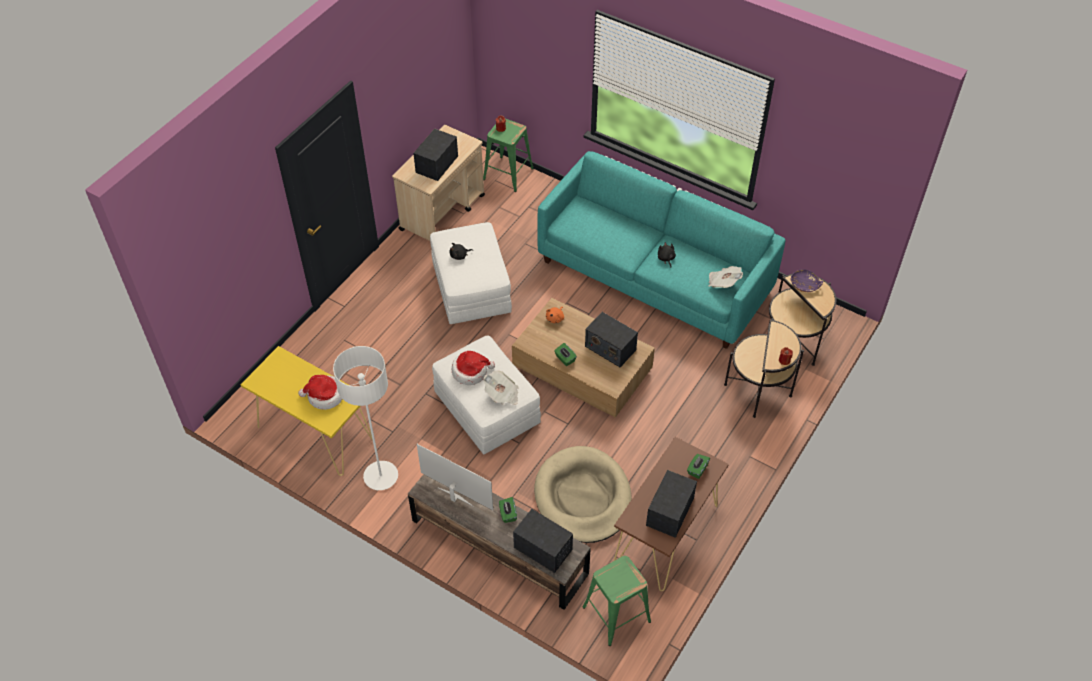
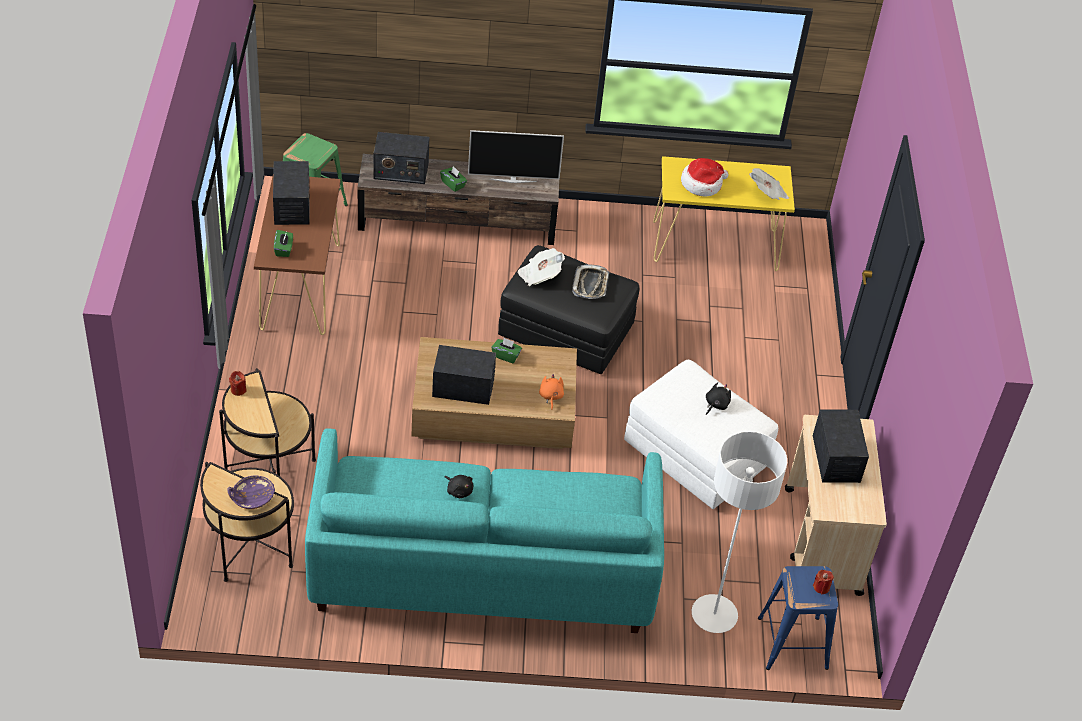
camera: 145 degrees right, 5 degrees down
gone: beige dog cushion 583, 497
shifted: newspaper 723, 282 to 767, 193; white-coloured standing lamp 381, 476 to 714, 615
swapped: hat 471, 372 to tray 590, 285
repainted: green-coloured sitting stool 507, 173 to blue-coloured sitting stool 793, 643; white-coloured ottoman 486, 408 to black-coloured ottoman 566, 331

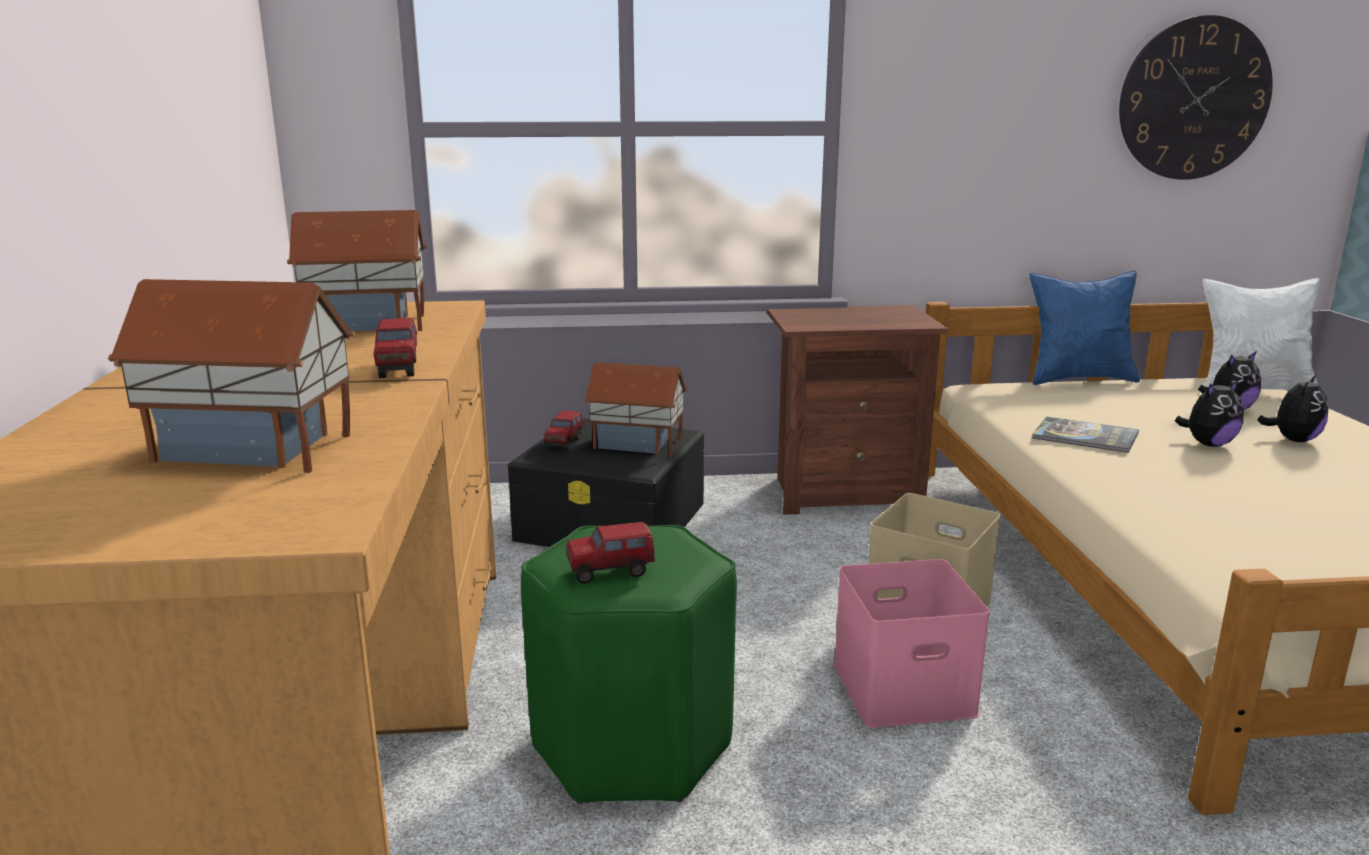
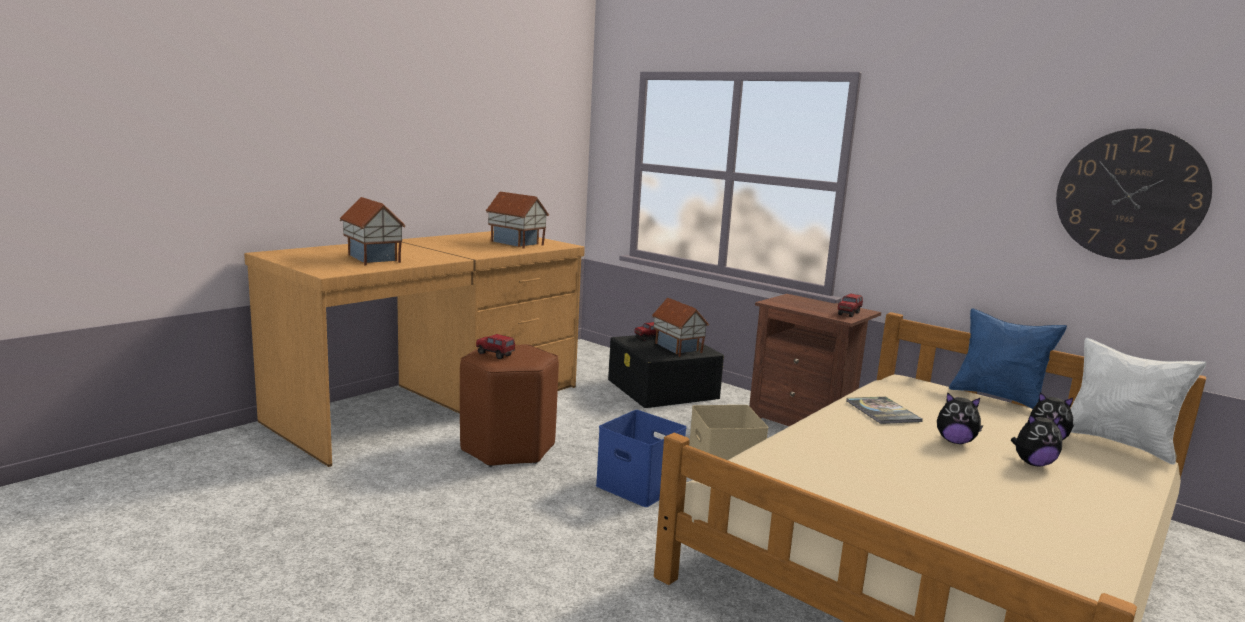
camera: 45 degrees right, 5 degrees down
shifted: toy lorry 398, 369 to 849, 314
repainted: green-coloured sitting stool 631, 748 to brownish sitting stool 507, 448; pink storage box 904, 687 to blue-coloured storage box 641, 485

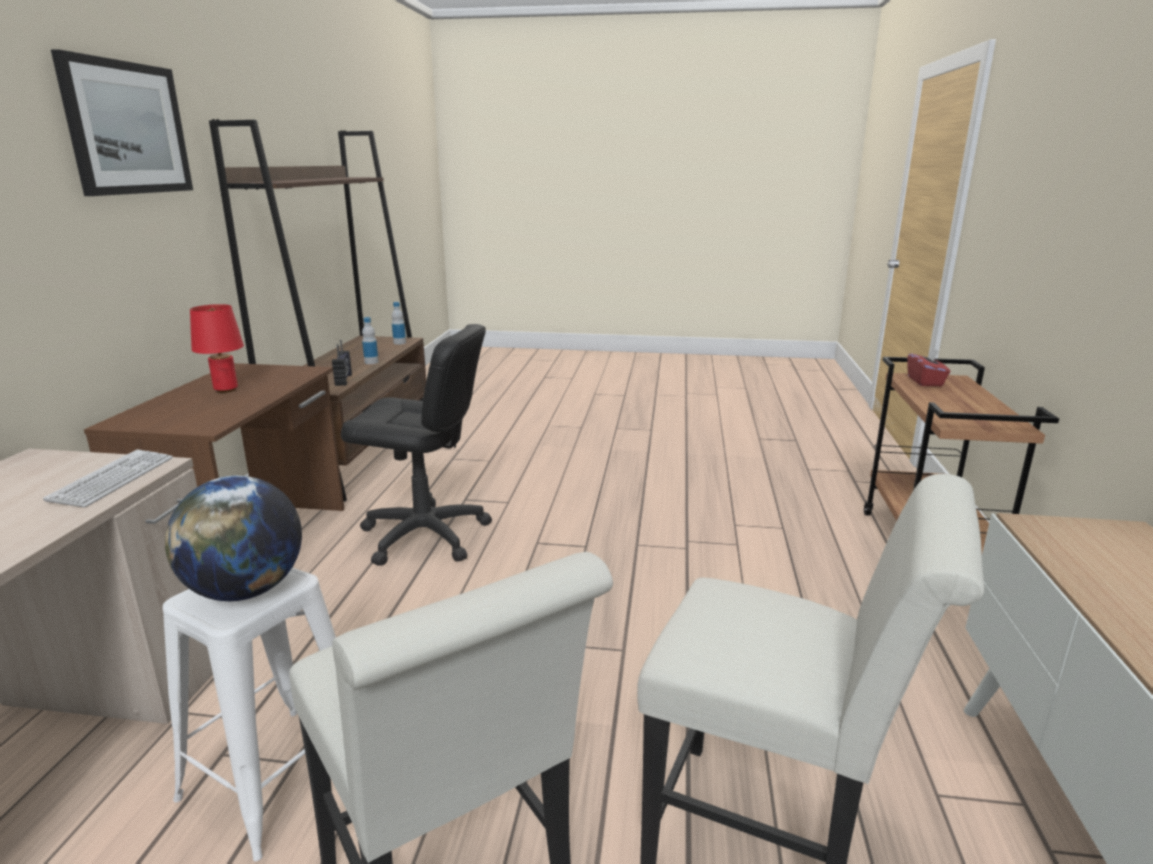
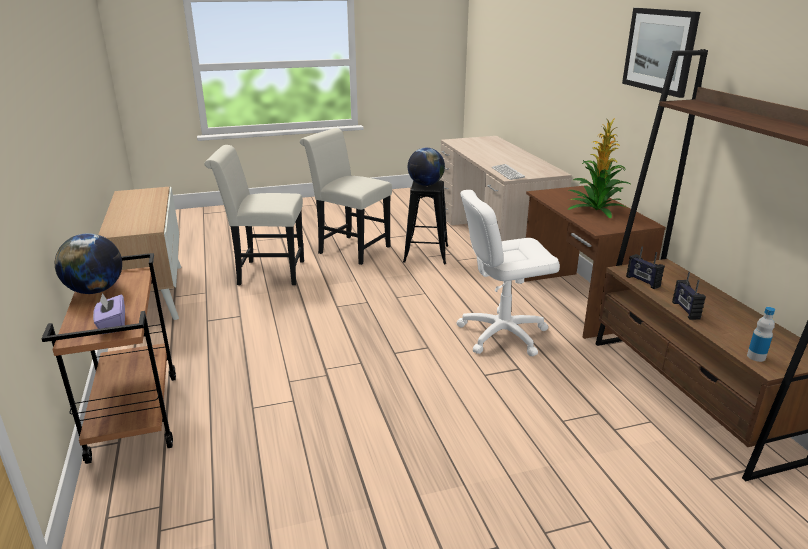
camera: 155 degrees right, 5 degrees up
new: globe 95, 290
swapped: red-coloured lamp for a table 226, 390 to plant in a pot 596, 209; beverage bottle 371, 362 to radio 685, 310
repainted: black-coloured office chair 425, 536 to white-coloured office chair 502, 334; red-coloured tissue holder 925, 381 to purplish tissue holder 112, 325; white-coloured sitting stool 278, 778 to black-coloured sitting stool 426, 254

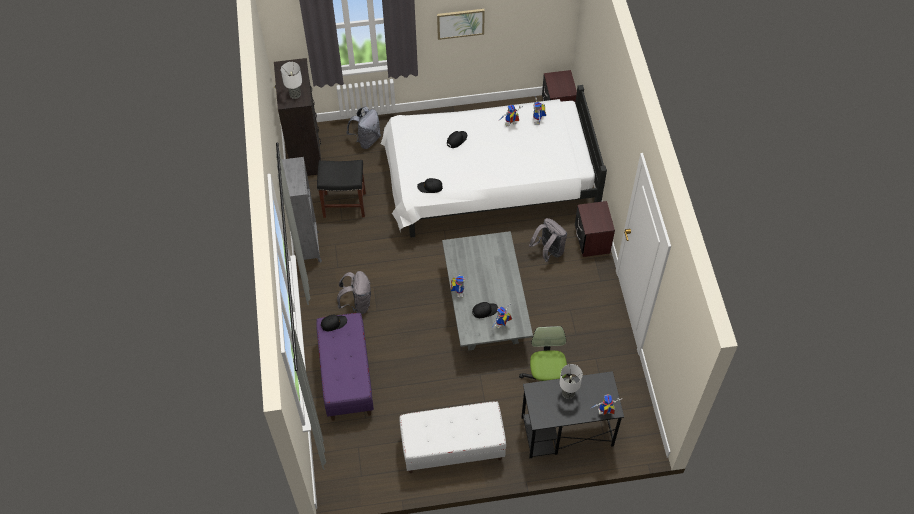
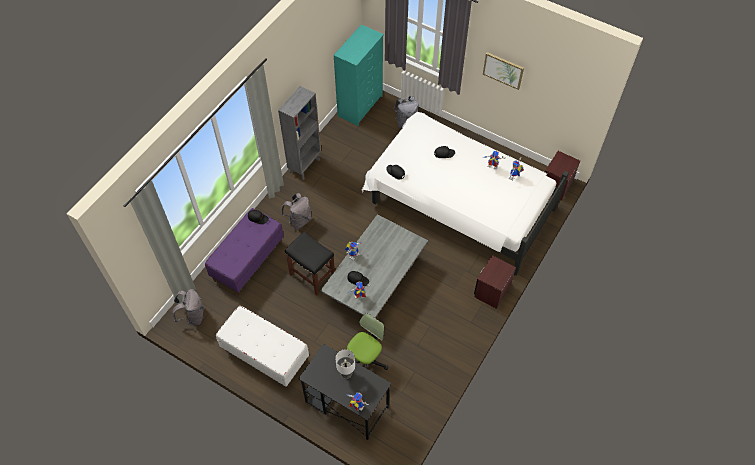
camera: 40 degrees right, 0 degrees up
gone: lamp for a table 295, 94
shifted: black-coloured sitting stool 345, 204 to 313, 276; grey rucksack 548, 251 to 193, 316
repainted: black-coloured drawer chest 305, 152 to blue-green drawer chest 361, 106

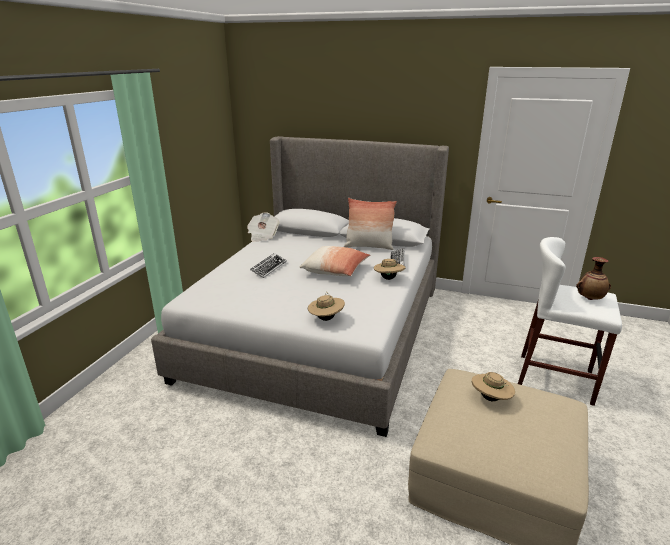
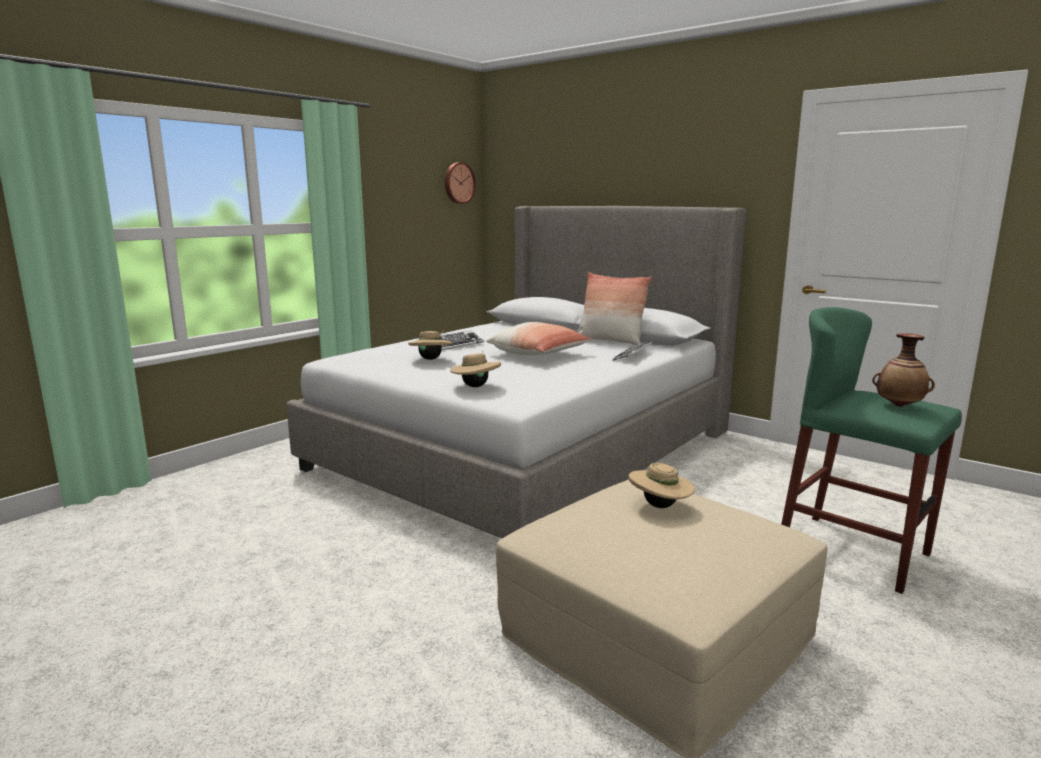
camera: 20 degrees right, 10 degrees down
gone: newspaper 262, 236
new: hanging clock 458, 183
shifted: beige hat 388, 278 to 431, 359
repainted: white-coloured sitting stool 555, 379 to green-coloured sitting stool 853, 552

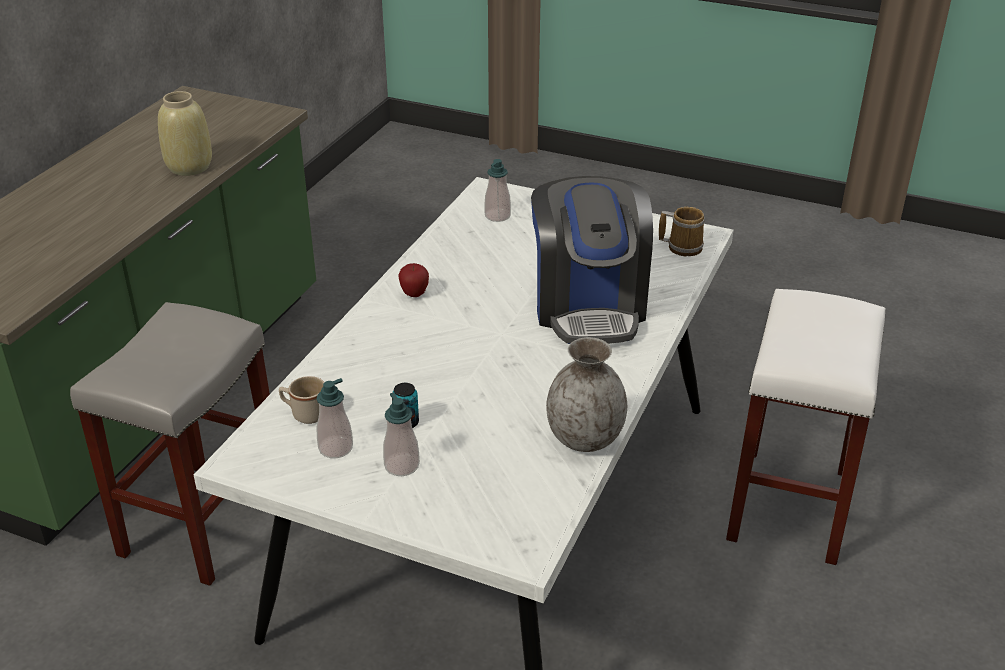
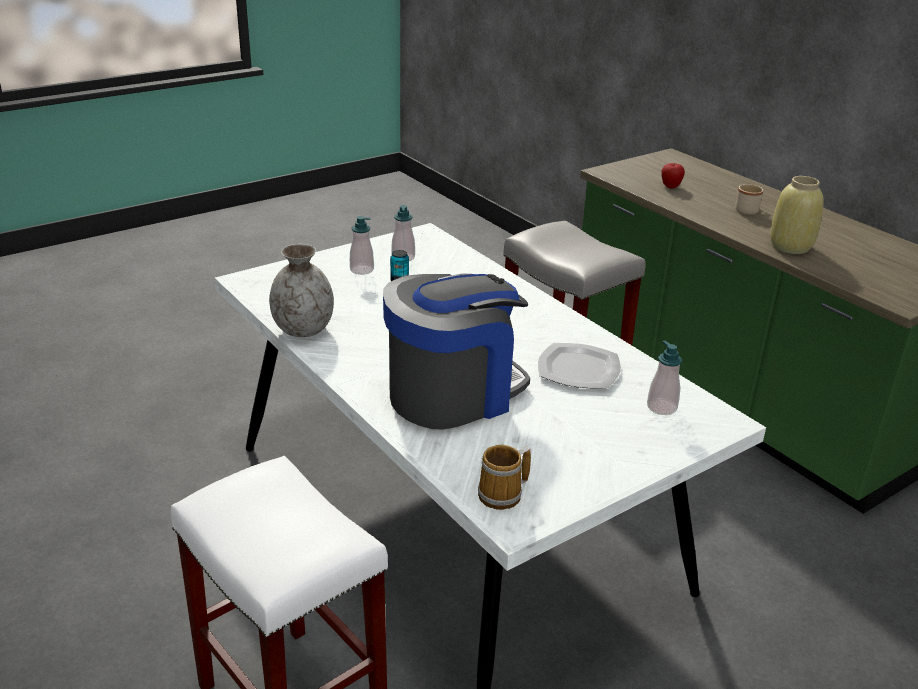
camera: 120 degrees right, 5 degrees down
new: dinner plate 577, 369
shifted: apple fruit 414, 294 to 670, 187; beige mug 304, 414 to 748, 210
rotated: coffee machine 589, 306 = 453, 394 120 degrees clockwise

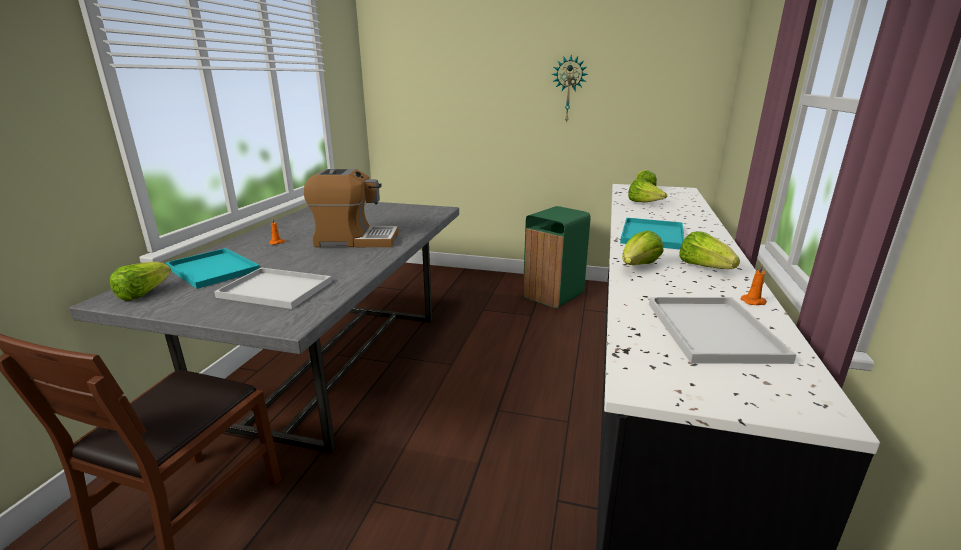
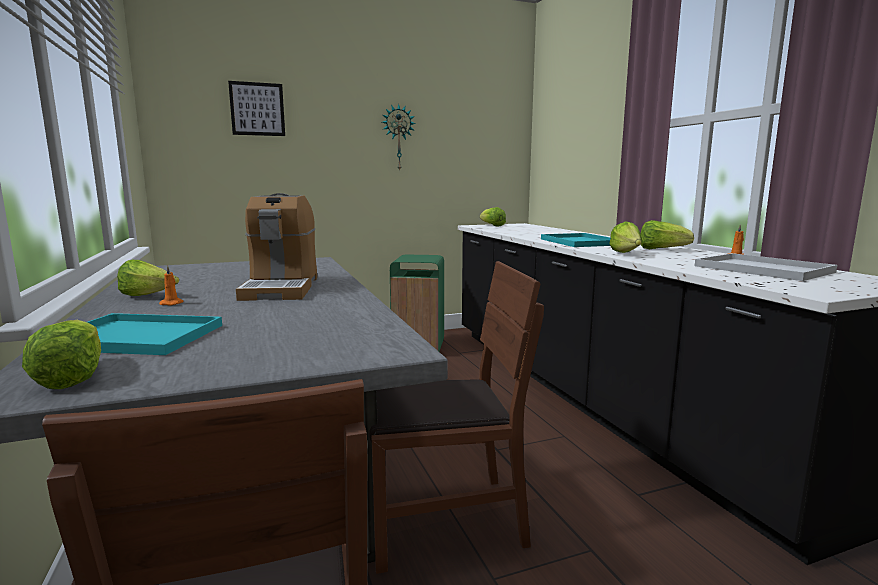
camera: 35 degrees left, 10 degrees down
gone: white-coloured tray 278, 289
new: picture 257, 109; brownish chair 442, 518
shifted: lettuce head 643, 203 to 148, 296
rotated: coffee machine 355, 240 = 281, 288 120 degrees clockwise

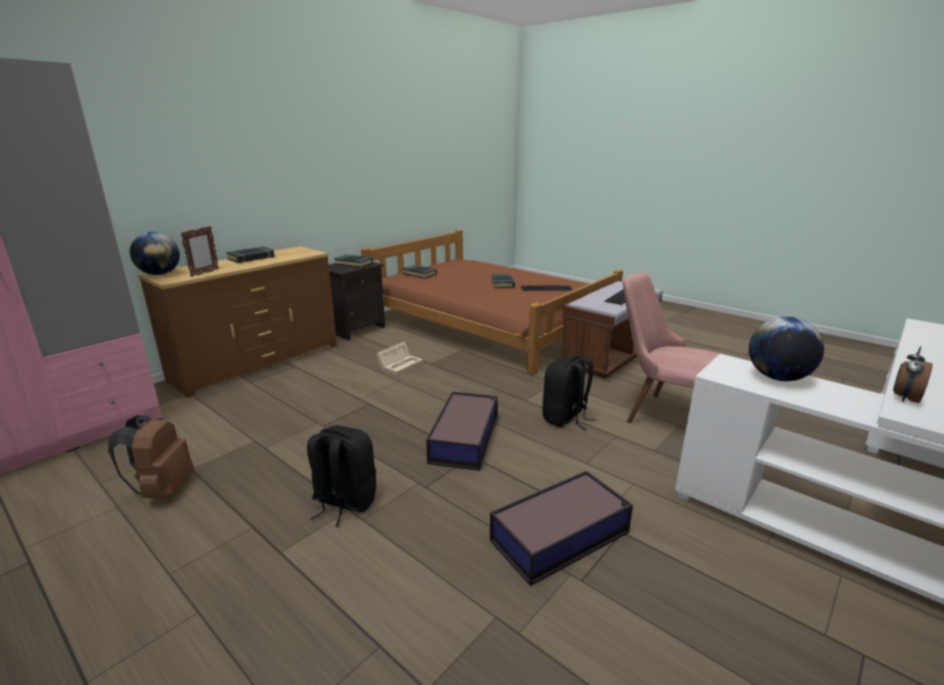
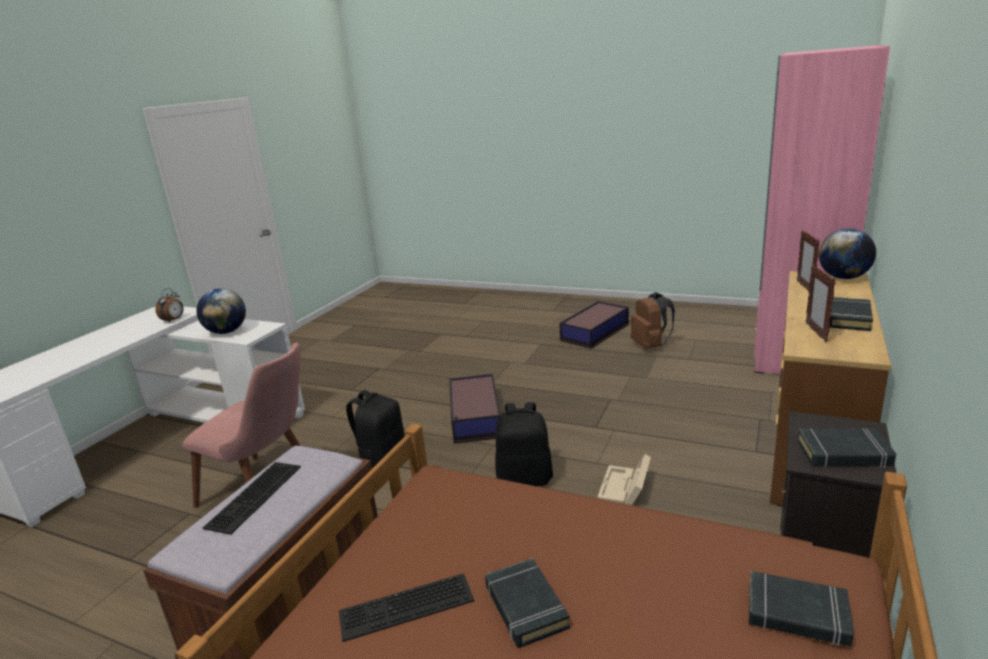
camera: 165 degrees right, 0 degrees up
new: photo frame 816, 332
shifted: black-coloured rucksack 343, 502 to 525, 478; storage box 561, 536 to 594, 332

